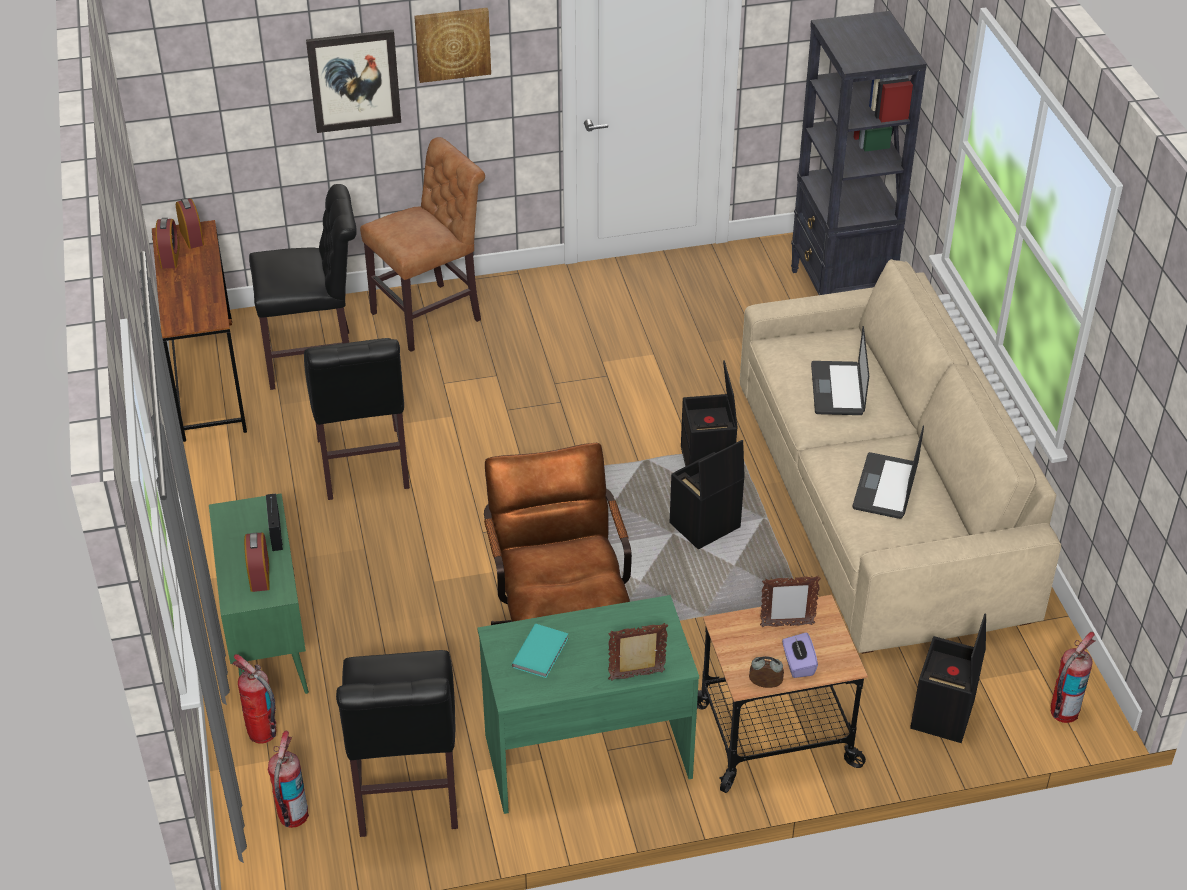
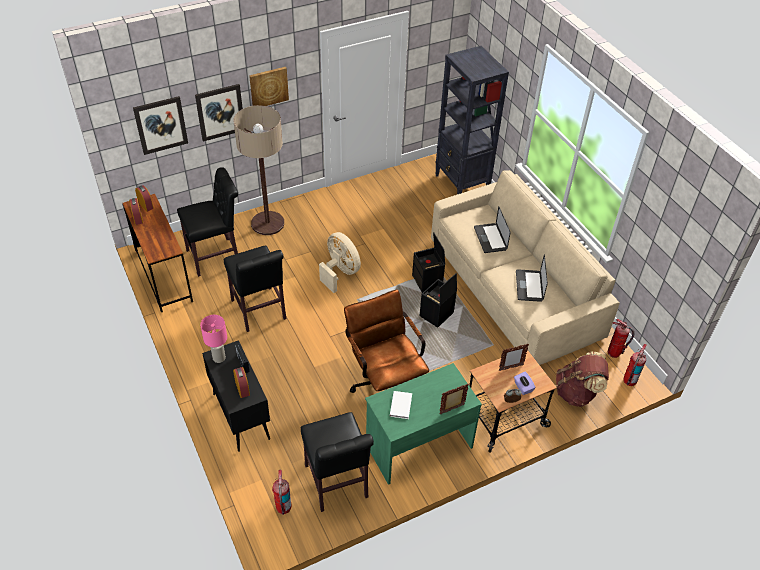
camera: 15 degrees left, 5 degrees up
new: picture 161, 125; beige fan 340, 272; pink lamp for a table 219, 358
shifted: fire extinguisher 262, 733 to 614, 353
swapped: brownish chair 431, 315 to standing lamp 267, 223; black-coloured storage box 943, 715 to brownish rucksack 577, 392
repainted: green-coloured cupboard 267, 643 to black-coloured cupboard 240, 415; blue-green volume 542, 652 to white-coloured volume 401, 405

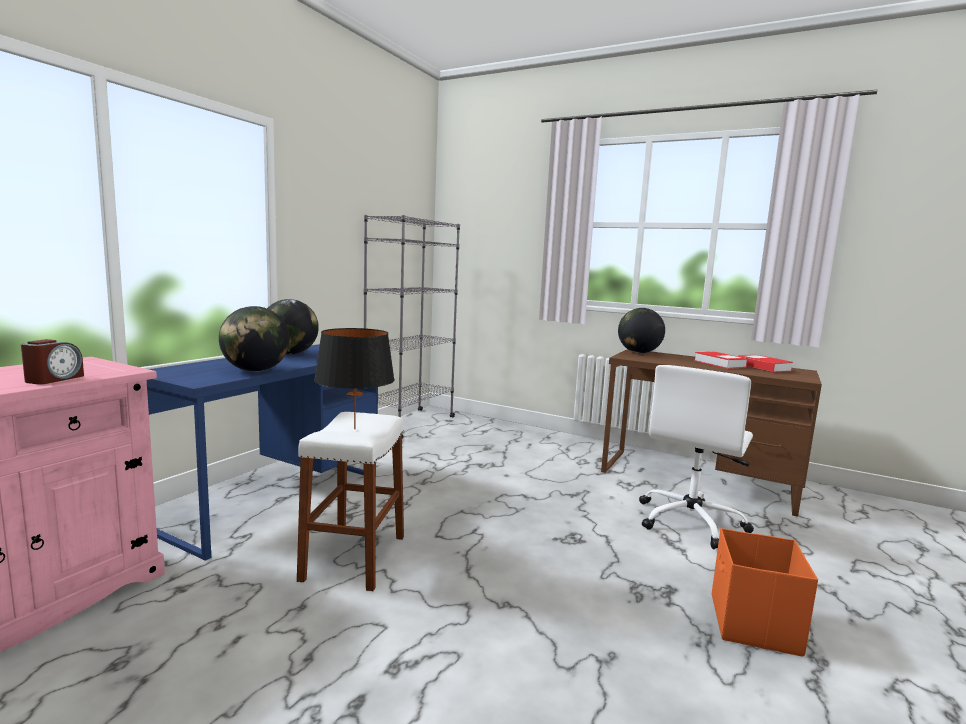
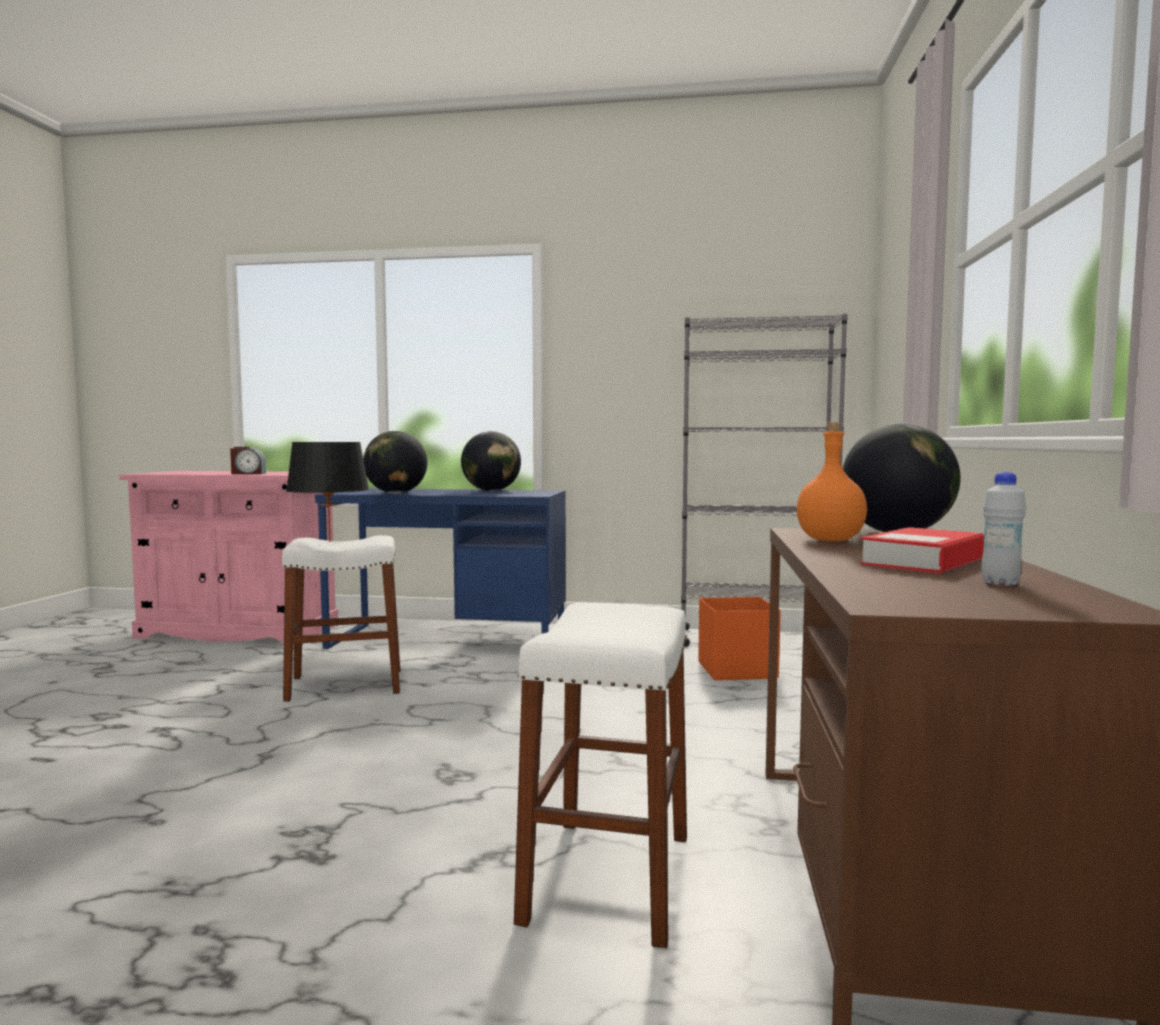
camera: 70 degrees right, 5 degrees down
new: orange-coloured beverage bottle 829, 540
shifted: orange-coloured storage box 753, 625 to 735, 670
swapped: volume 763, 367 to white-coloured beverage bottle 1000, 583; white-coloured office chair 690, 521 to white-coloured sitting stool 609, 877

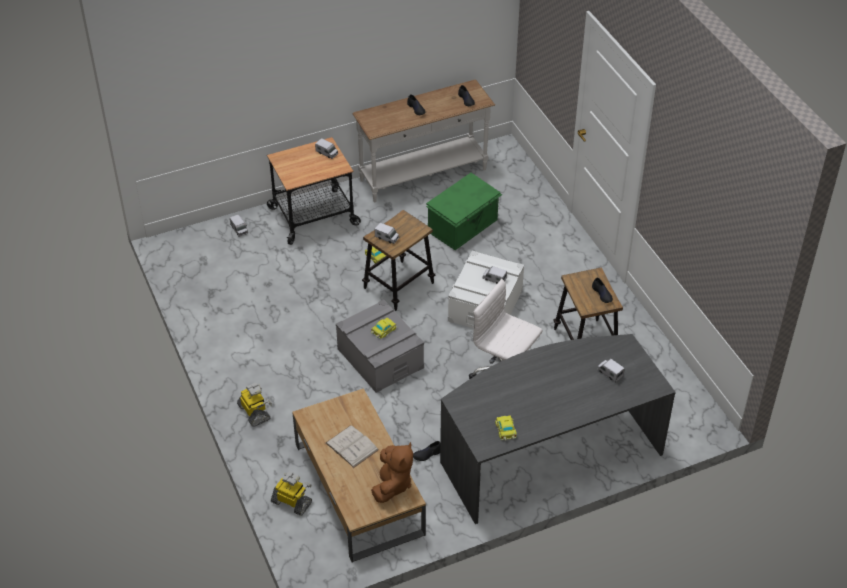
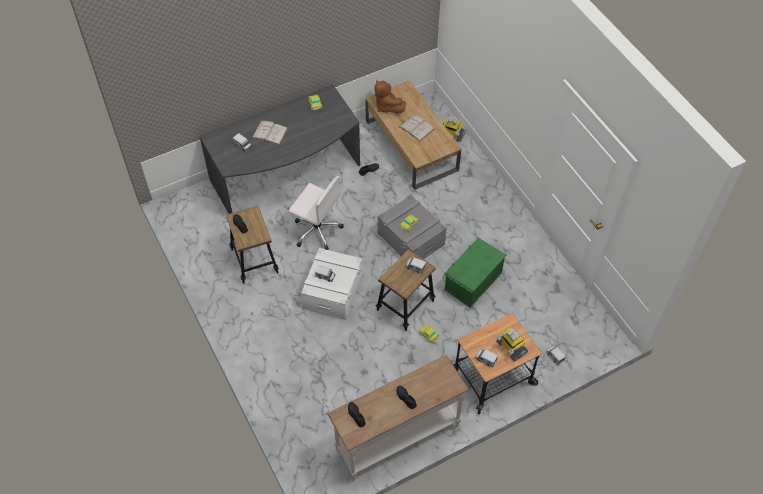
camera: 175 degrees right, 10 degrees up
new: white-coloured volume 270, 133
shifted: green-coloured storage box 463, 226 to 472, 281; robot figure 254, 412 to 510, 348
rotated: brownish cuddly toy 392, 484 = 387, 106 45 degrees counterclockwise

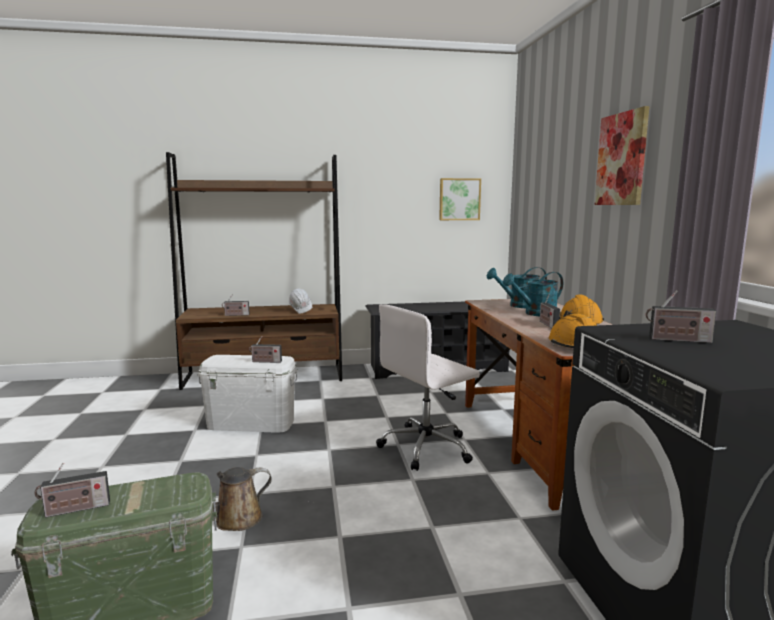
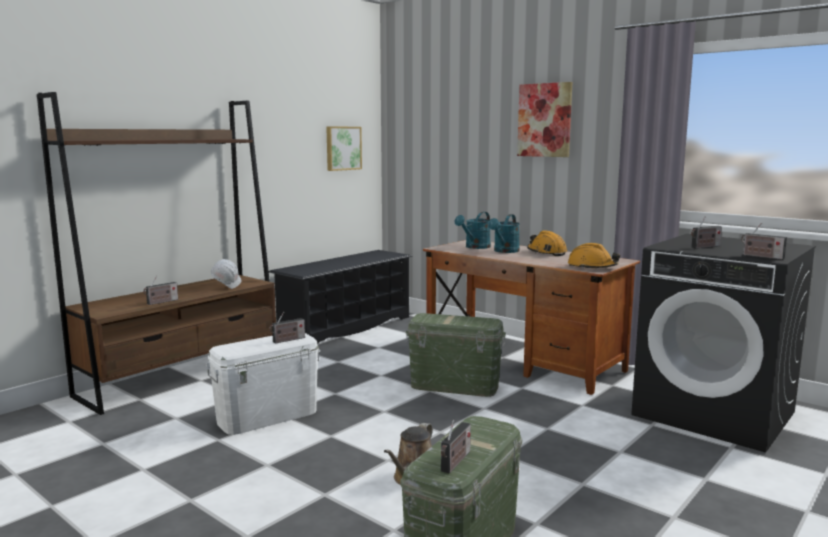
camera: 40 degrees left, 0 degrees up
shifted: radio 547, 324 to 761, 256
swapped: white-coloured office chair 427, 447 to green-coloured storage box 454, 386

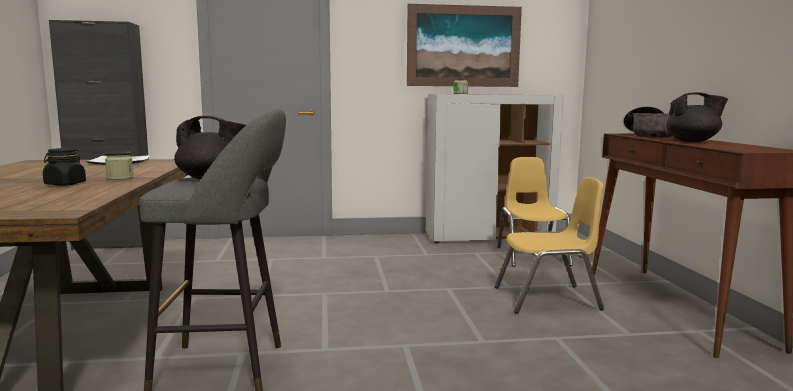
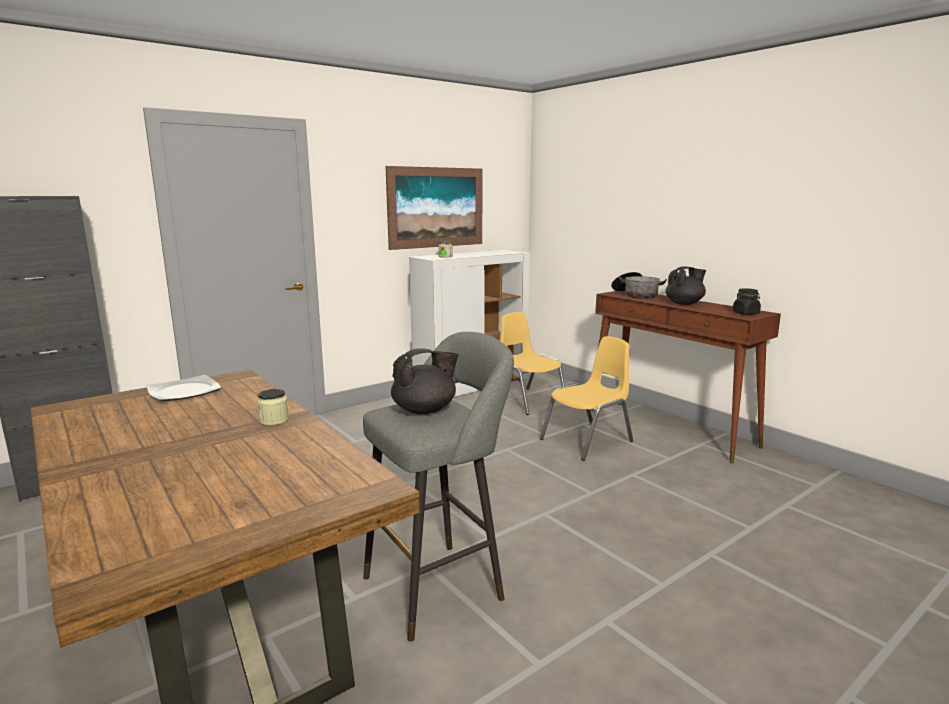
camera: 30 degrees left, 5 degrees up
shifted: black-coloured jar 65, 184 to 746, 313

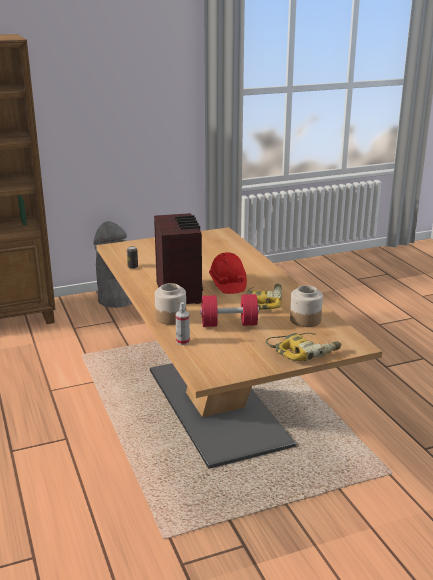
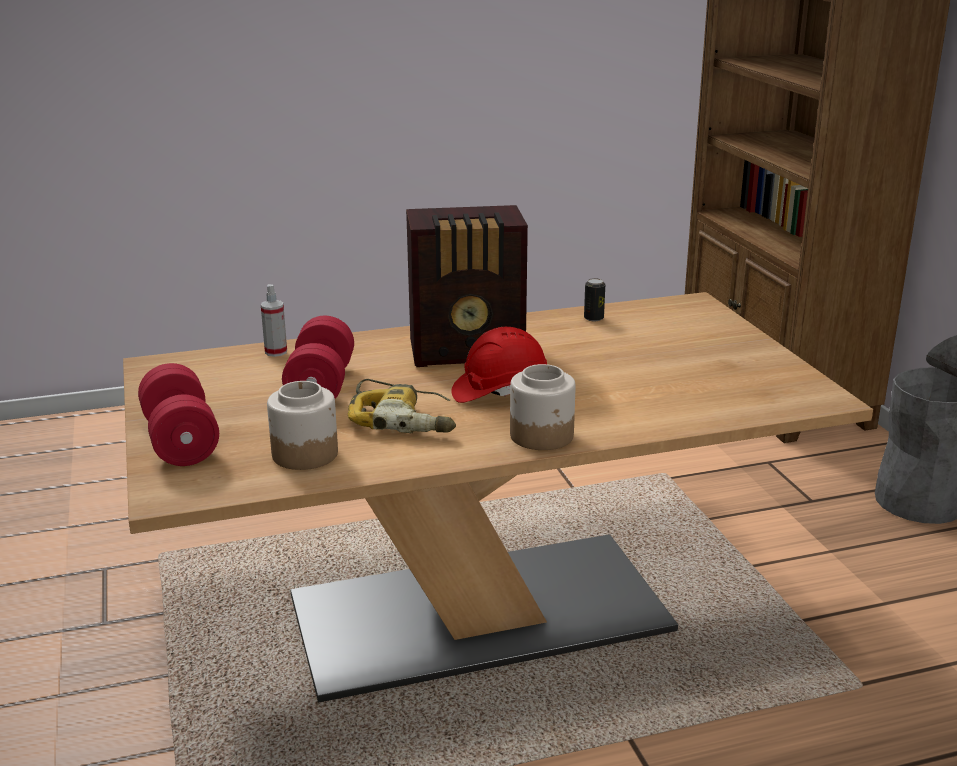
camera: 95 degrees right, 0 degrees up
shifted: jar 171, 317 to 542, 436
swapped: drill 304, 351 to red-coloured hand weight 181, 441

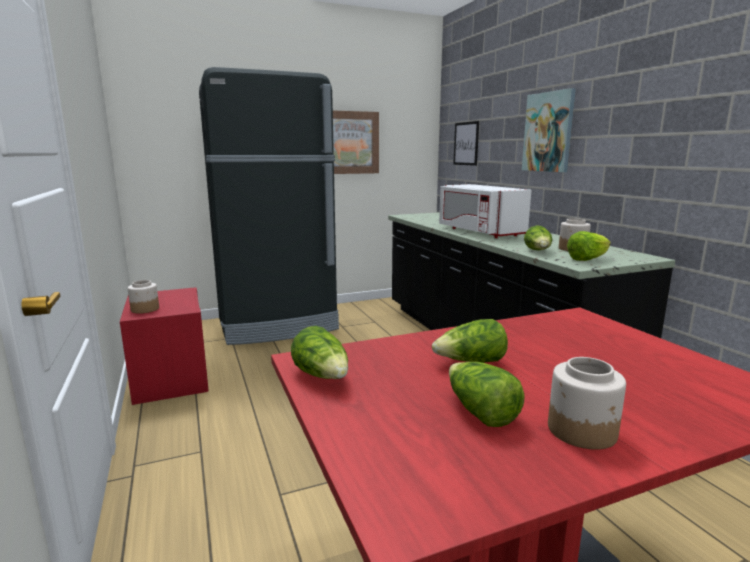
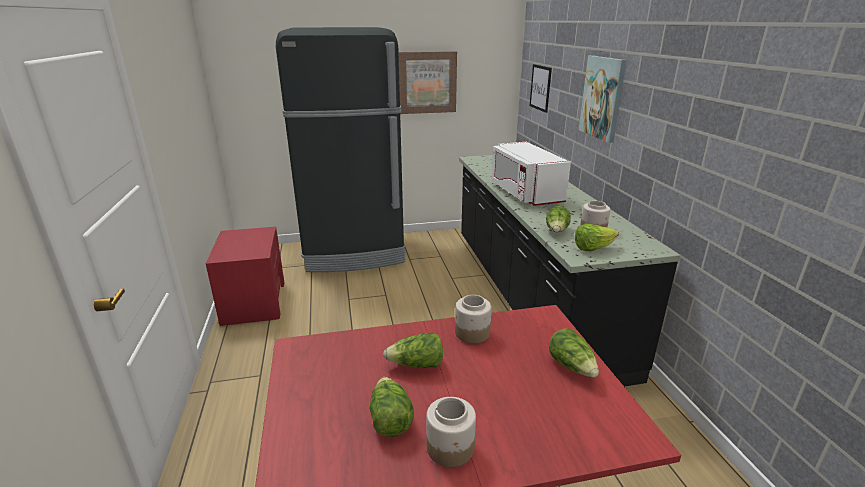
camera: 10 degrees right, 10 degrees up
shifted: jar 144, 309 to 472, 333; lettuce head 323, 376 to 572, 366

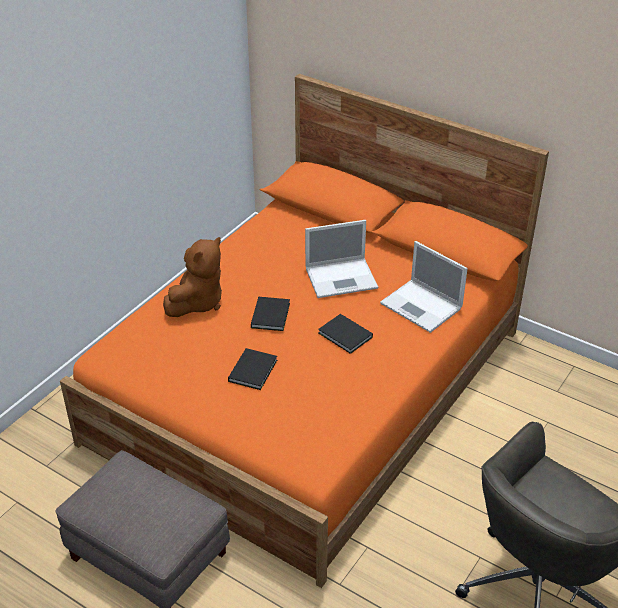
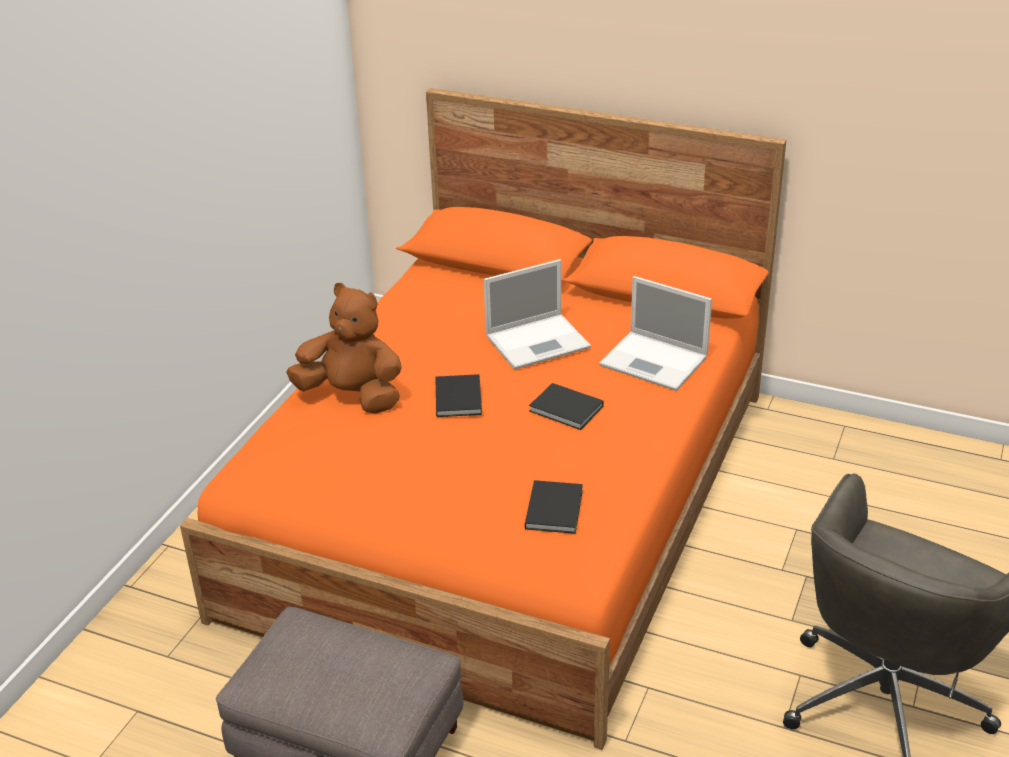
camera: 10 degrees left, 5 degrees down
shifted: black-coloured volume 254, 370 to 555, 508
rotated: brownish cuddly toy 197, 302 = 353, 396 90 degrees counterclockwise

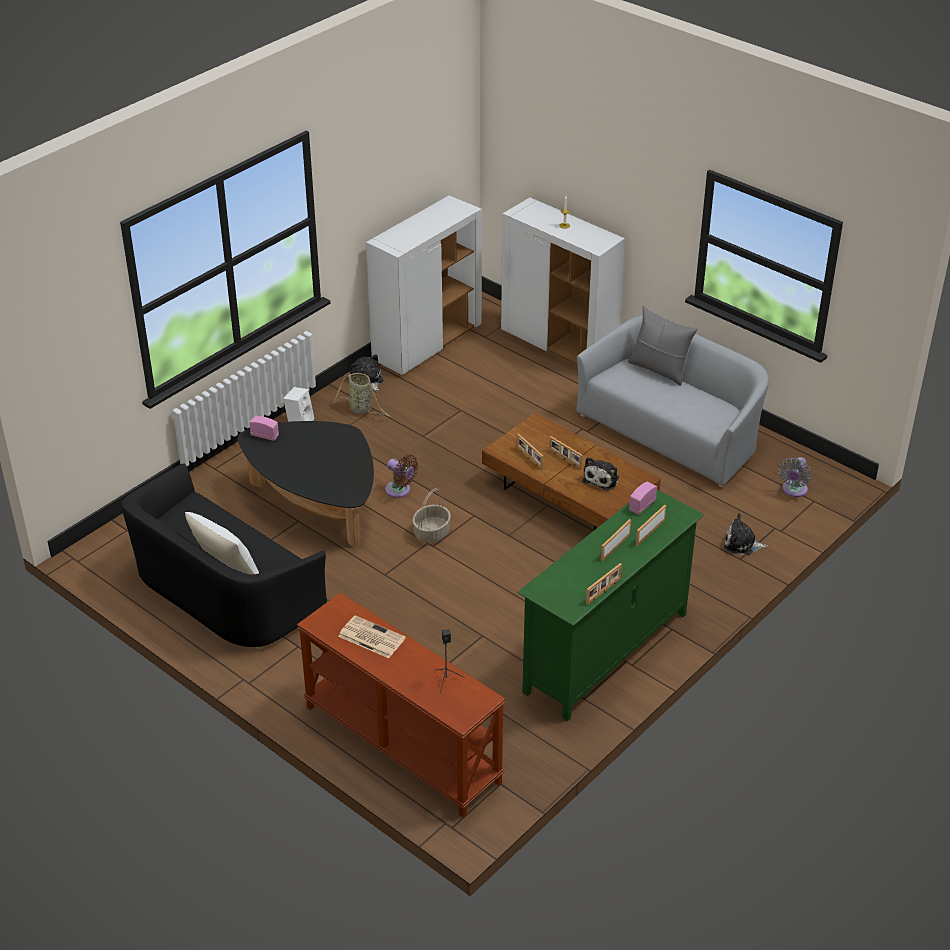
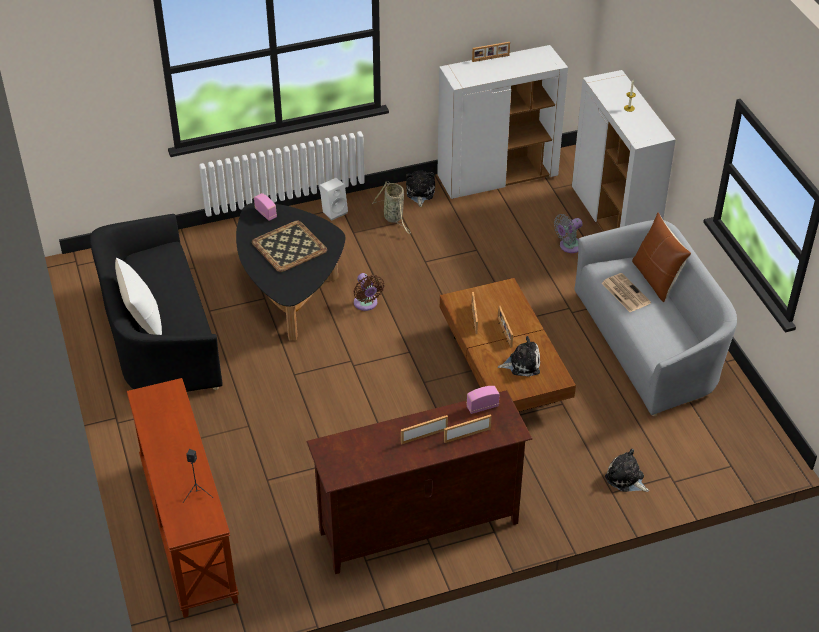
camera: 30 degrees right, 5 degrees up
gone: household basket 431, 533
new: tray 289, 246
shifted: grey fan 793, 490 to 568, 246; photo frame 604, 591 to 490, 58; newspaper 370, 637 to 625, 293
repainted: grey throw pillow 659, 369 to brownish throw pillow 656, 279; green-coloured tv unit 606, 653 to brownish tv unit 418, 528
rotated: cuddly toy 602, 479 = 522, 364 150 degrees counterclockwise

